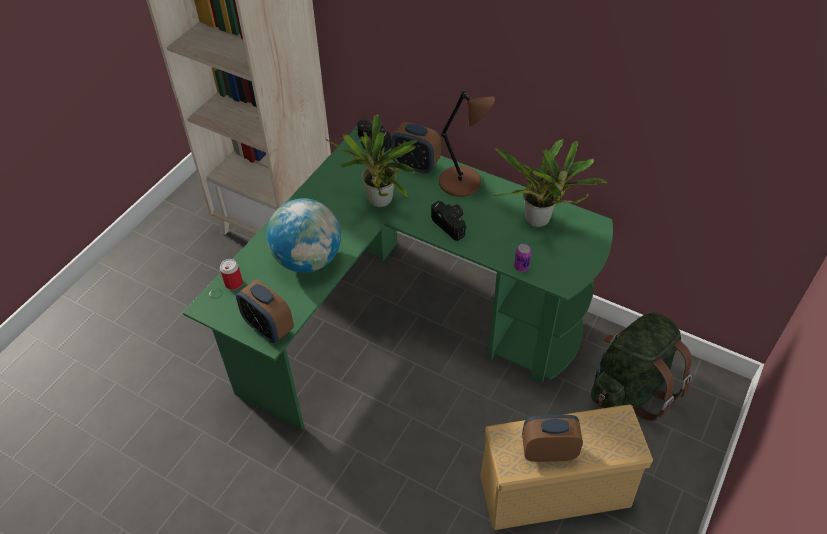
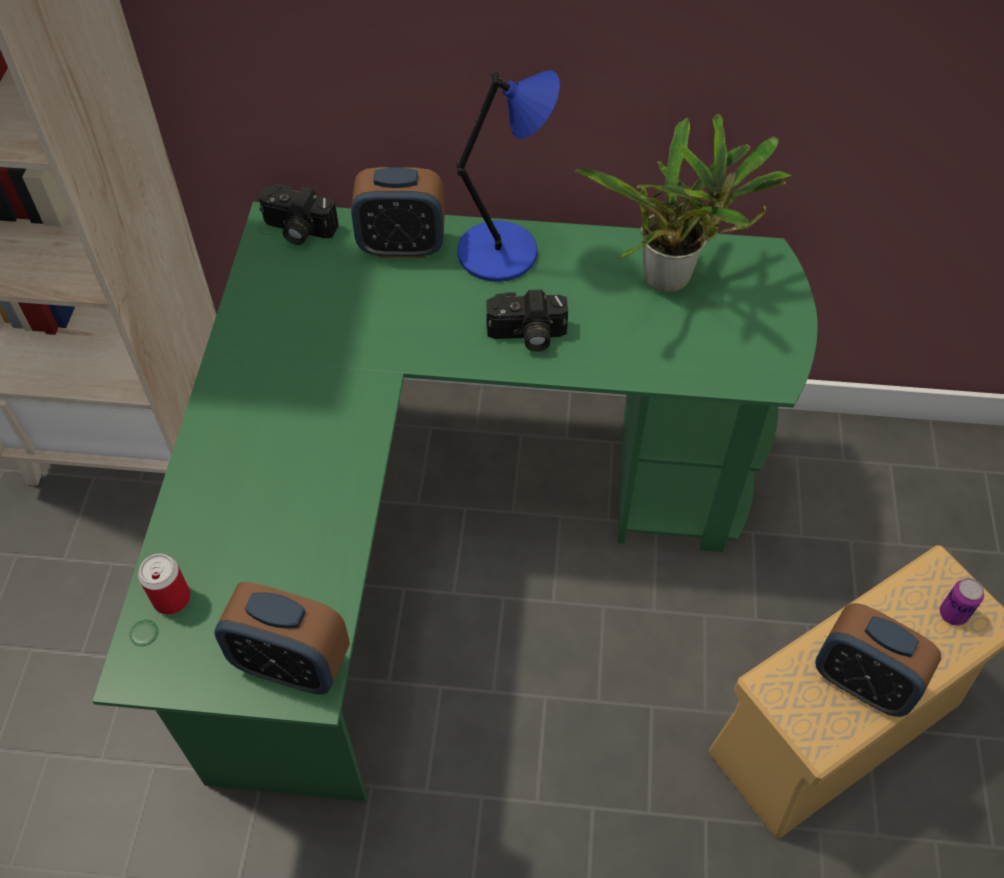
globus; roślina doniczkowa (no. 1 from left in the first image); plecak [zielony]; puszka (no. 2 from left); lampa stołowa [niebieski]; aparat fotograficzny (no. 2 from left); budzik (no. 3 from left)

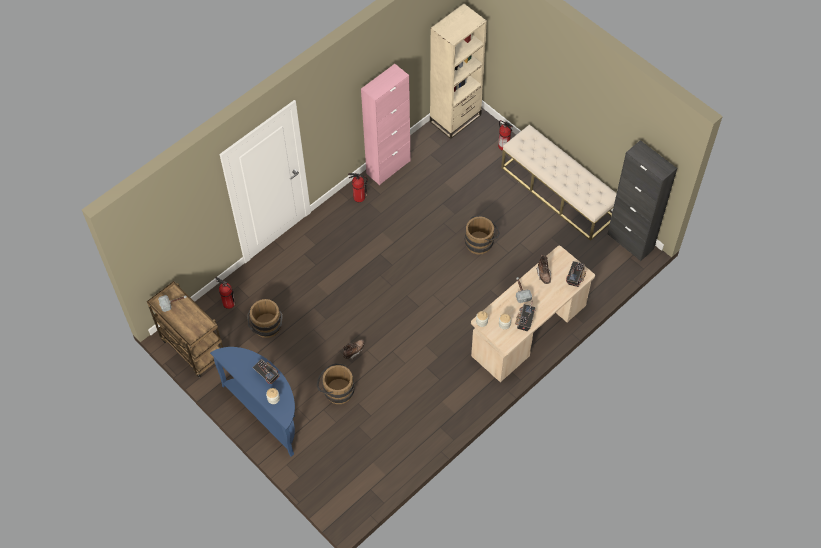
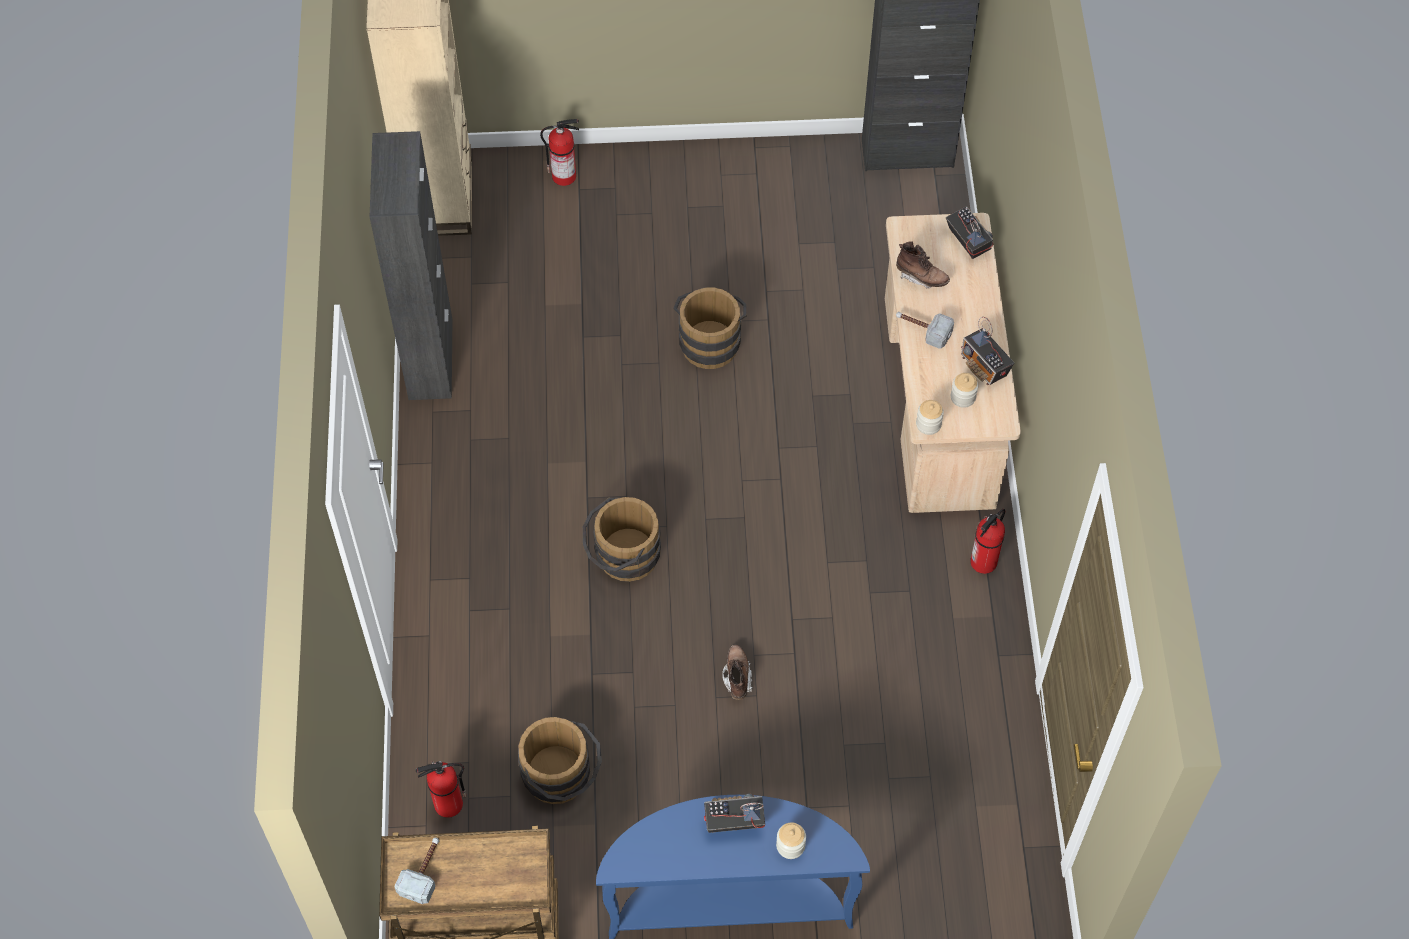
ławka [beżowy]; wiadro [brązowy] (no. 2 from left); gaśnica (no. 3 from left); szafka [czarny] (no. 1 from left)

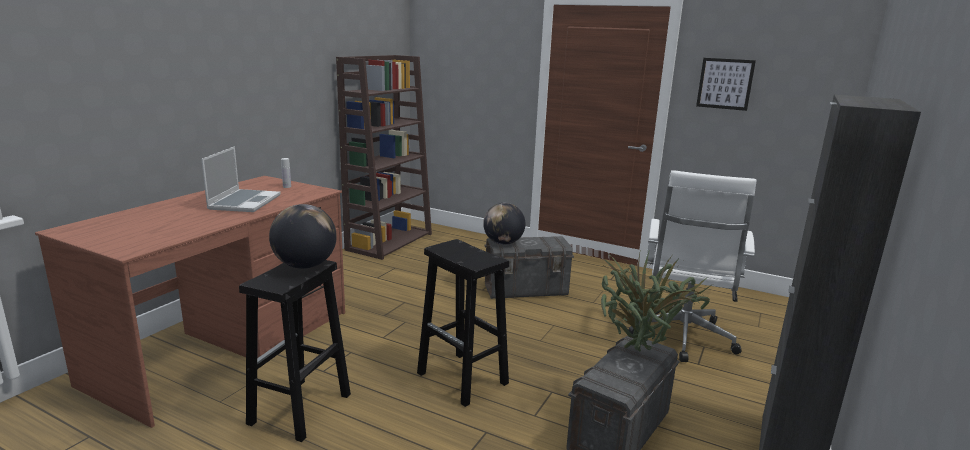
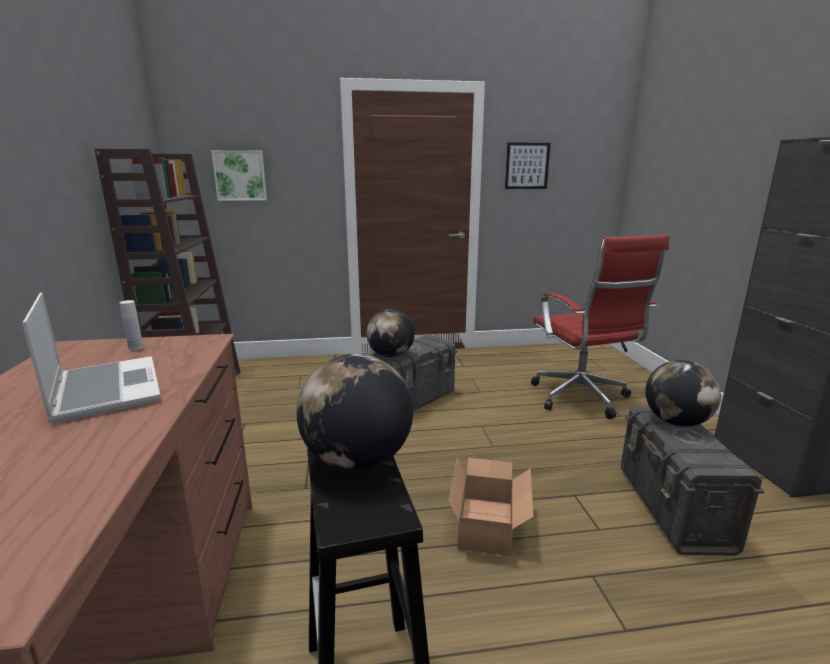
obraz (no. 1 from left); karton; globus (no. 3 from left); krzesło biurowe [czerwony]

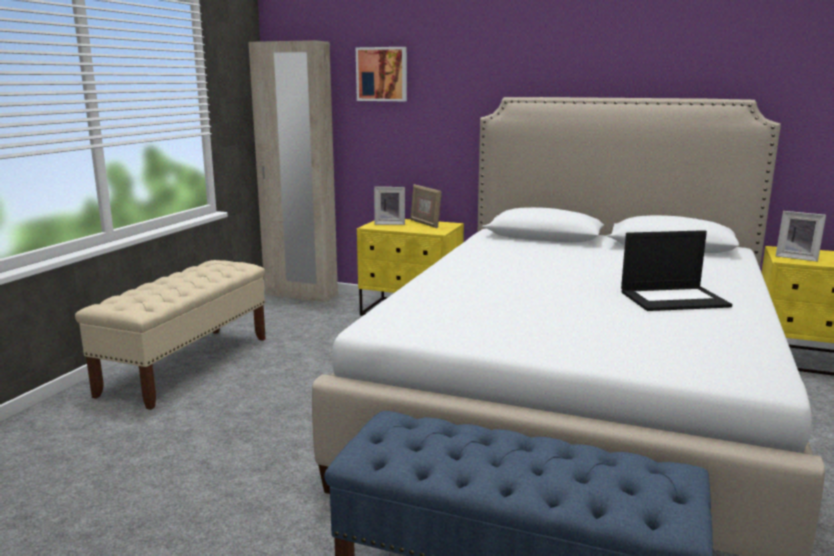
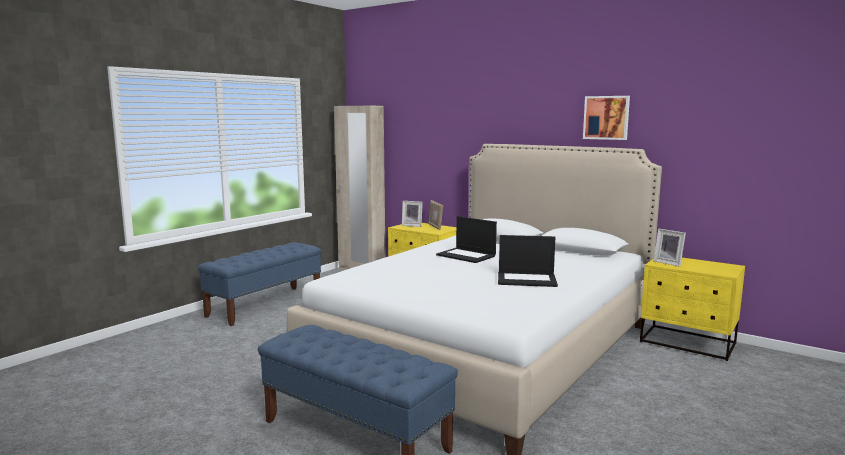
laptop (no. 1 from left); obraz; ławka [niebieski] (no. 1 from left)

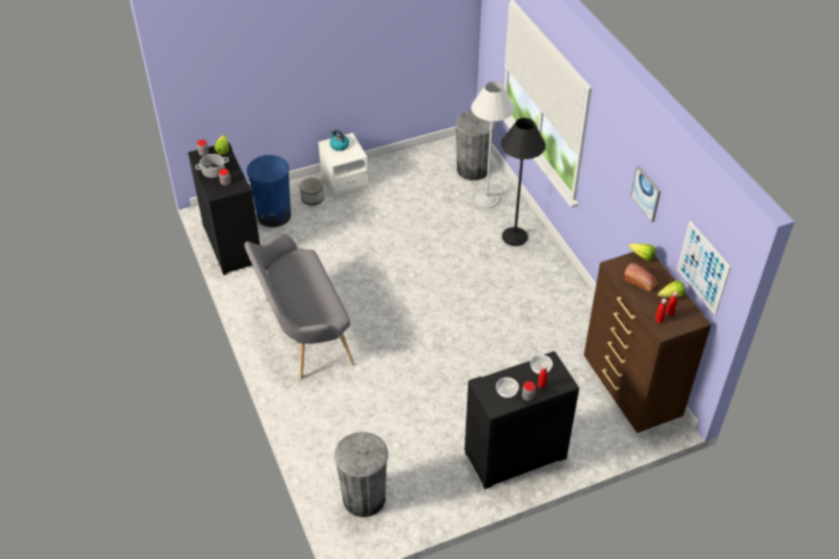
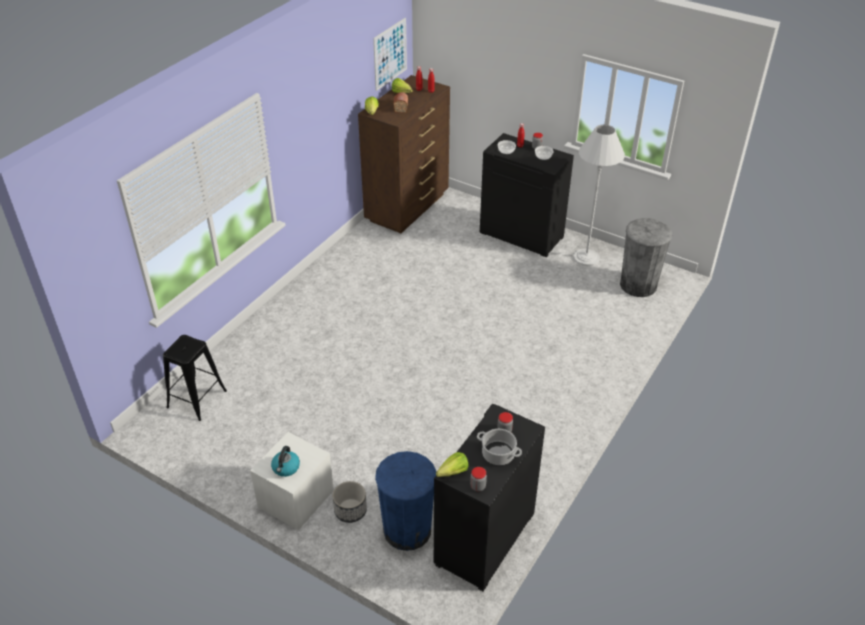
ławka [szary]; lampa stojąca [czarny]; obraz (no. 1 from left in the first image); lampa stojąca [biały]; stołek [czarny]

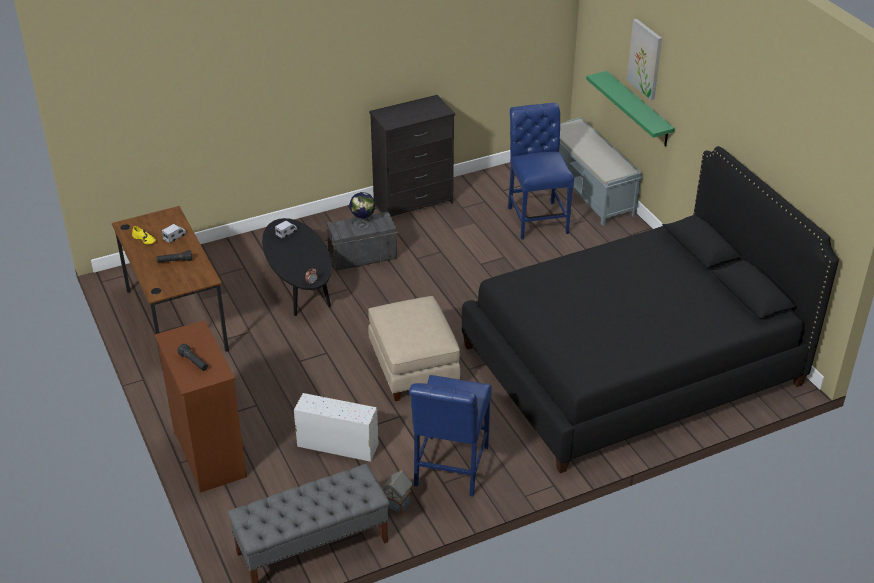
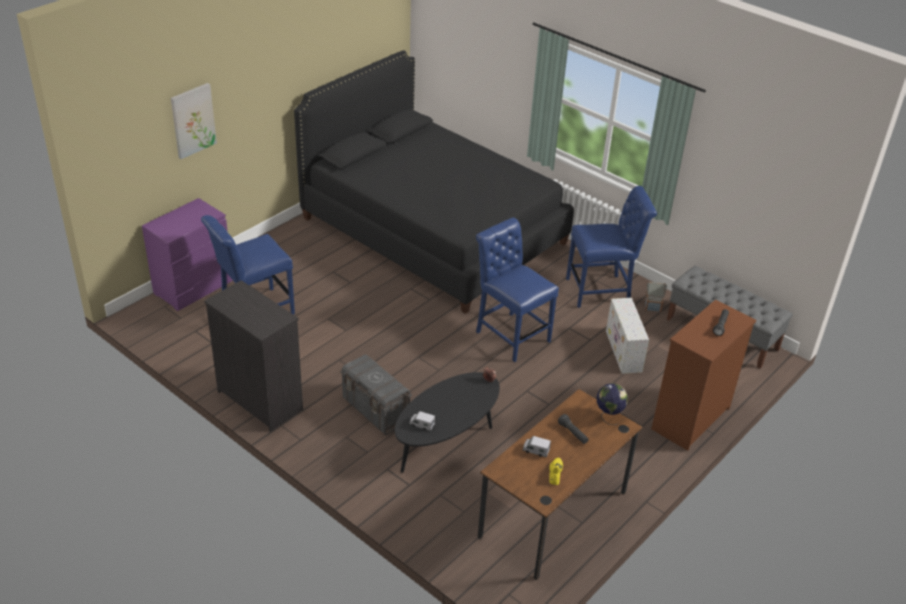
półka [zielony]; globus; krzesło [niebieski] (no. 2 from left); komoda [fioletowy]

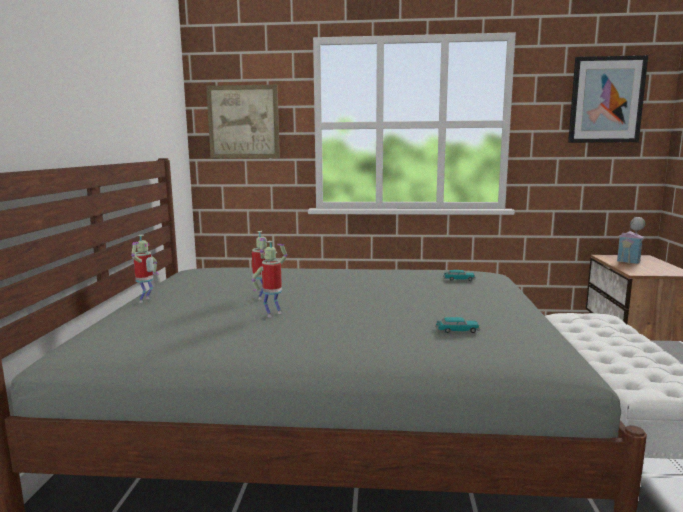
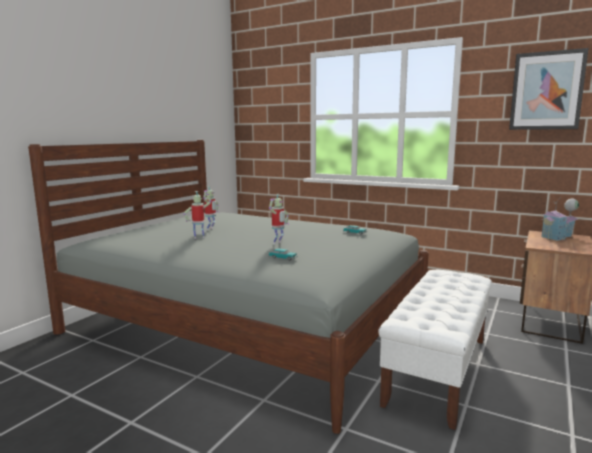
obraz (no. 1 from left in the first image); robot zabawkowy (no. 3 from left)

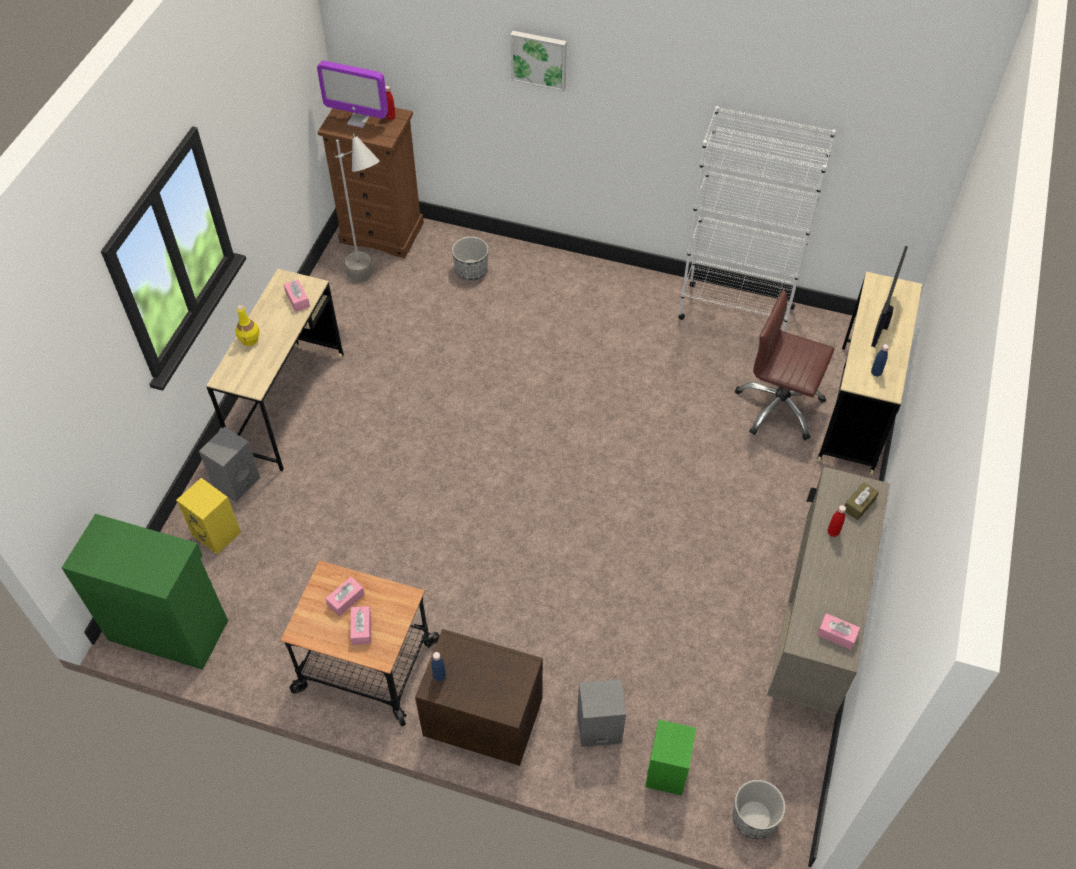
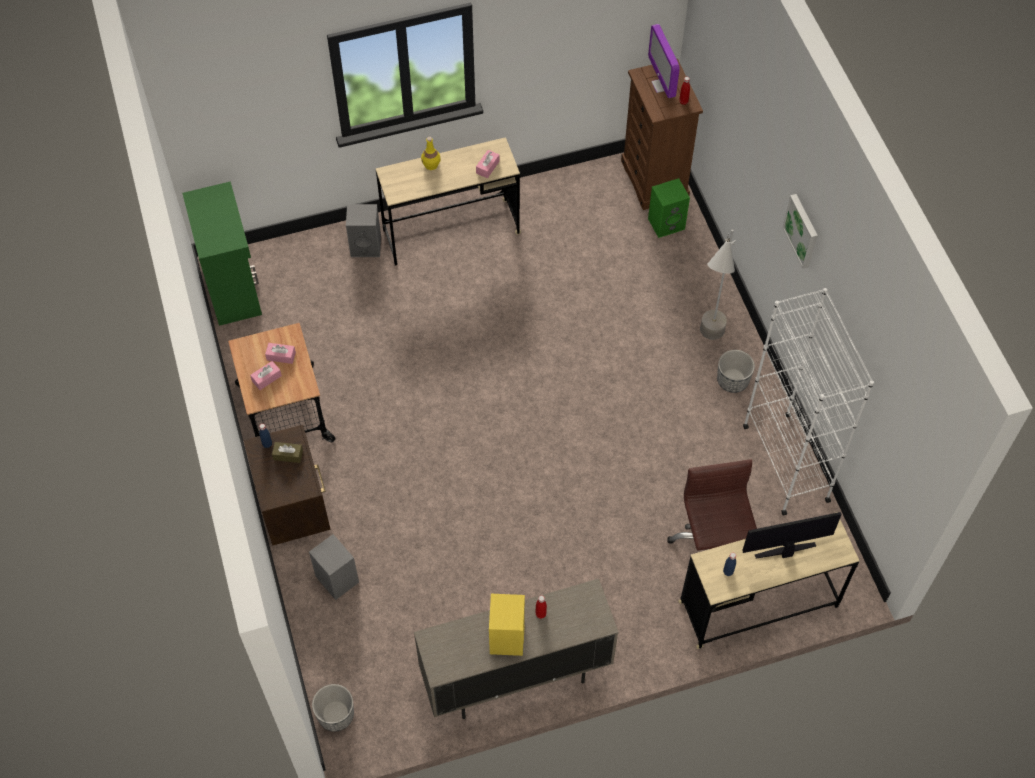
pudełko chusteczek [różowy] (no. 4 from left in the first image); głośnik [żółty]; lampa stojąca [szary]; donica (no. 2 from left); obraz; głośnik [zielony]; pudełko chusteczek [brązowy]

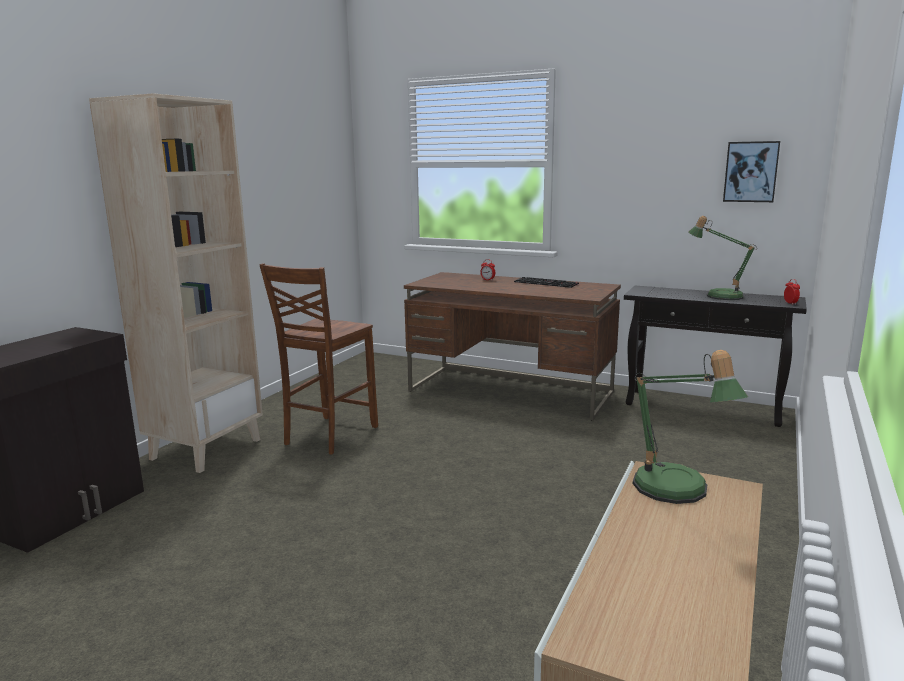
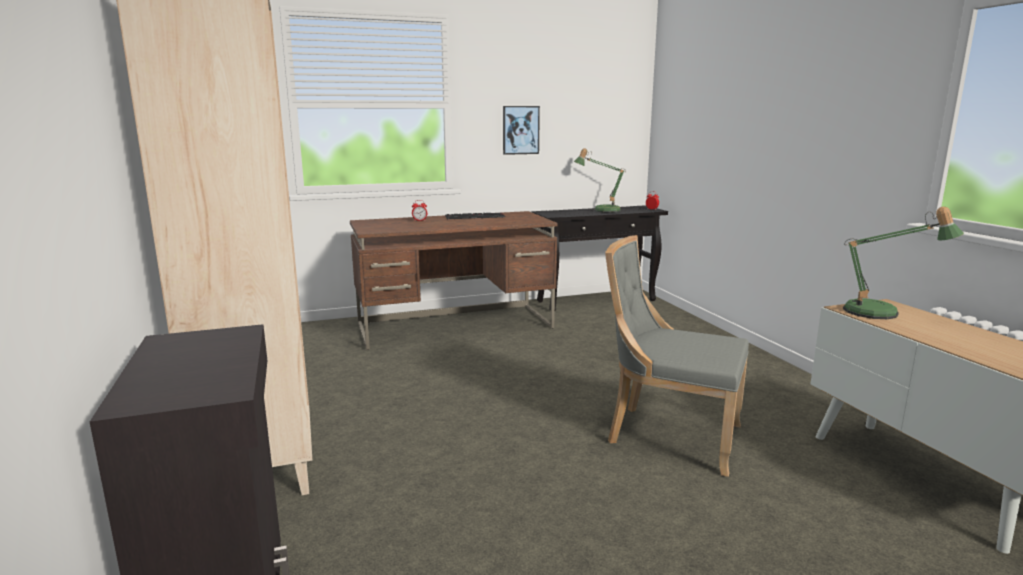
krzesło [brązowy]; krzesło [szary]; obraz

